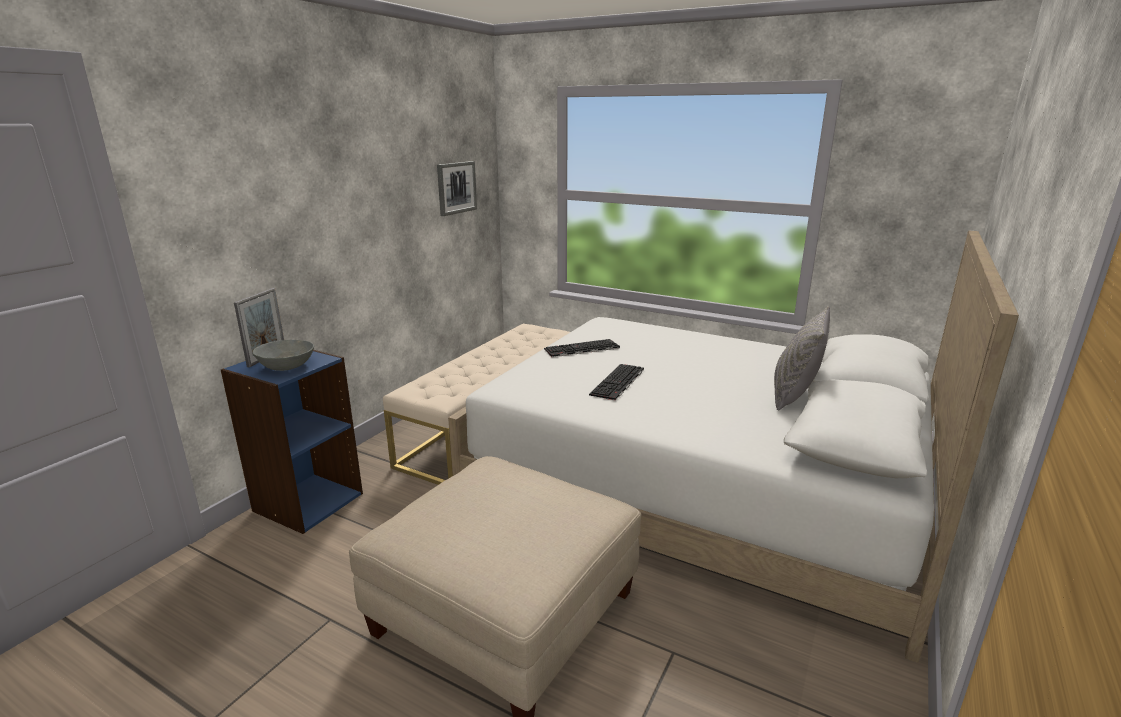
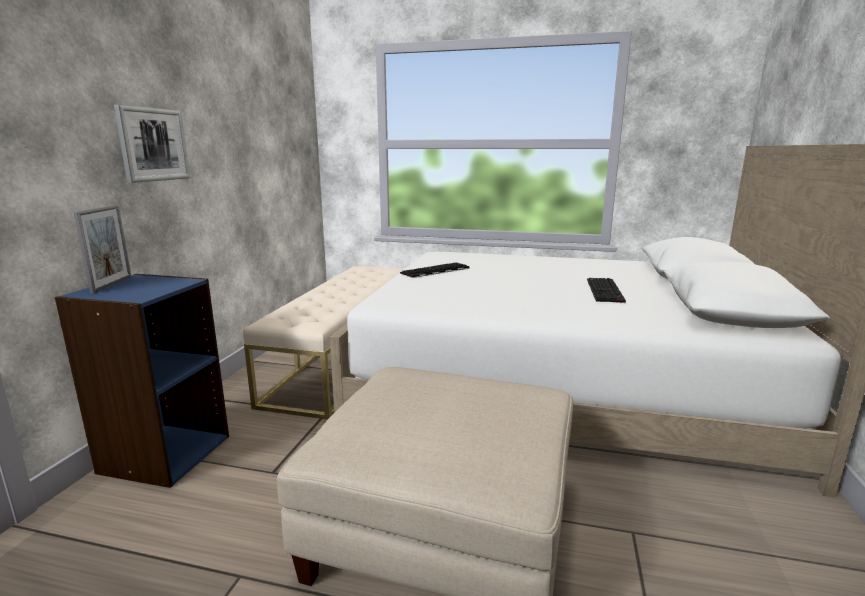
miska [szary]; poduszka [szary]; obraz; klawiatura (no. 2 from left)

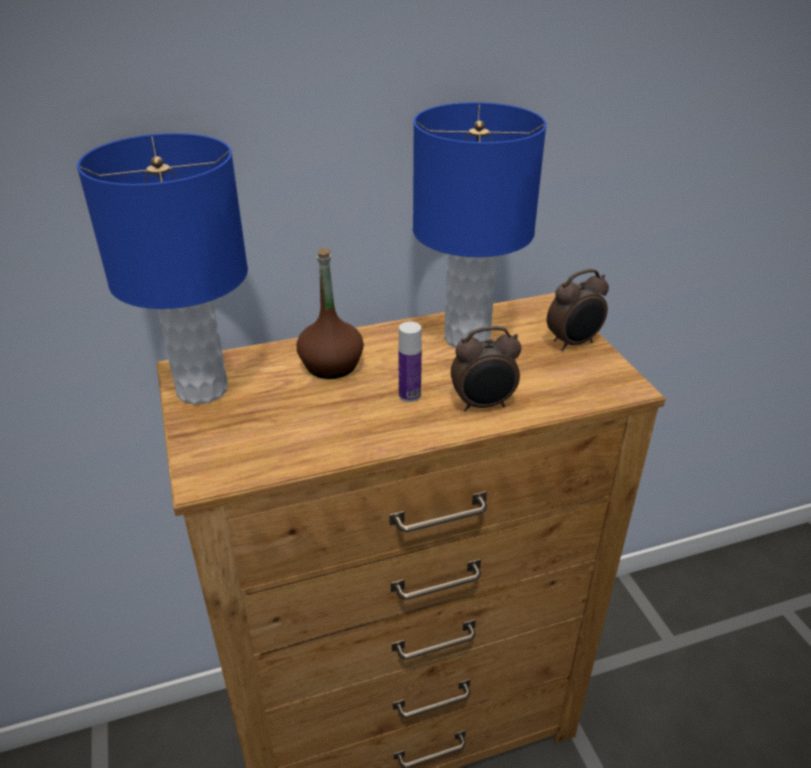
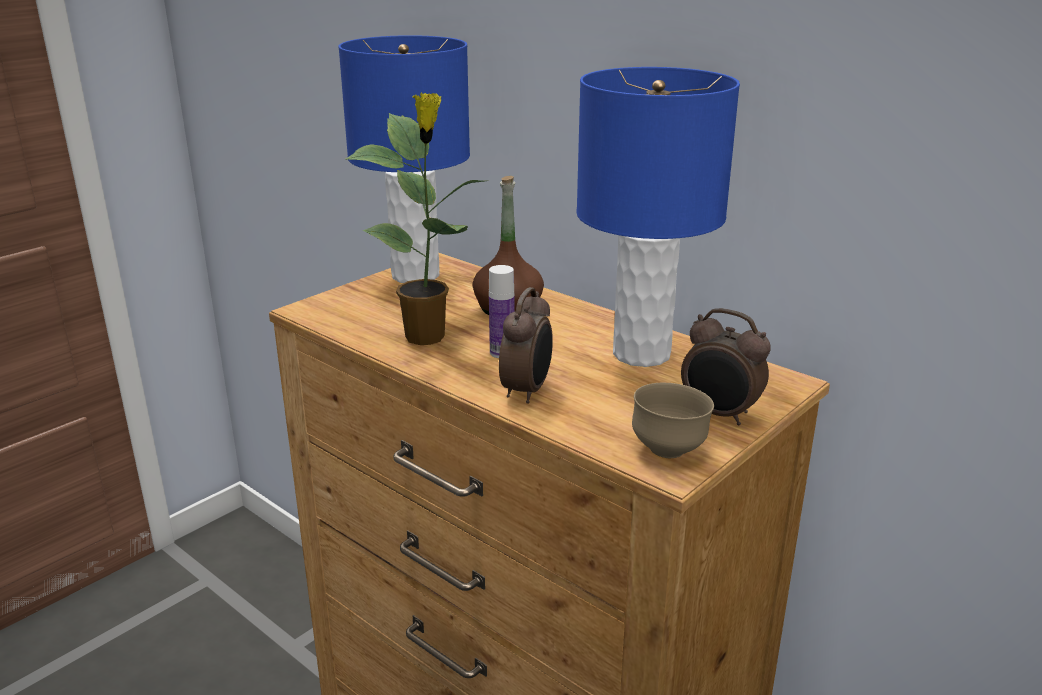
roślina doniczkowa; miska [brązowy]; budzik (no. 1 from left)

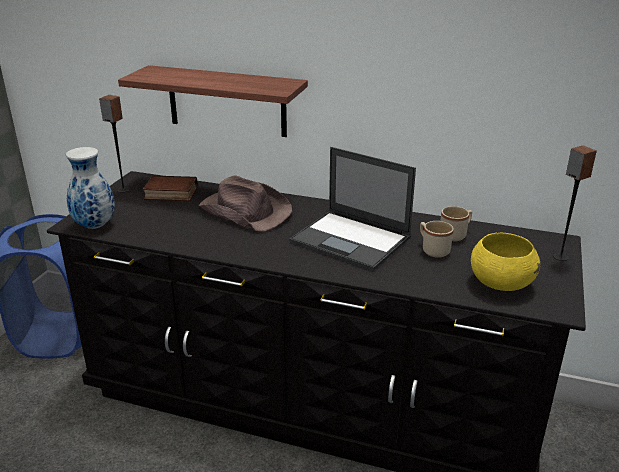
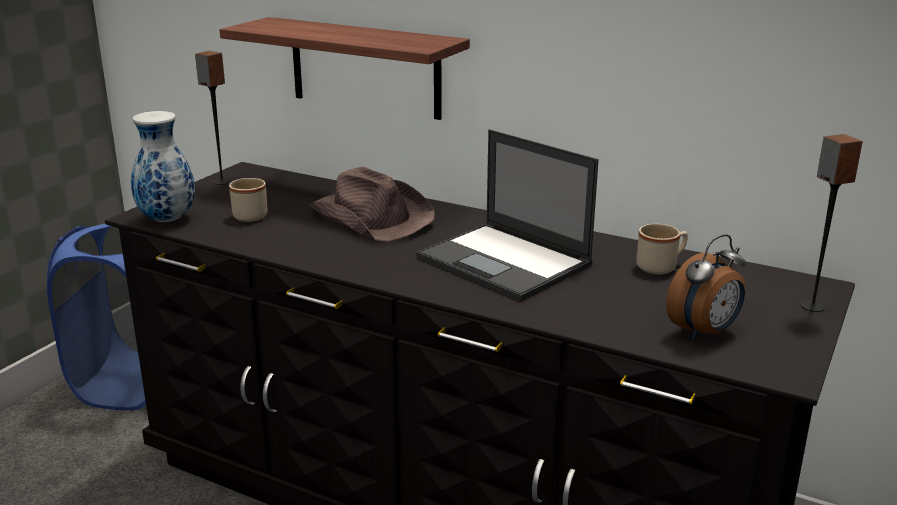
książka; kubek [beżowy] (no. 1 from left); budzik

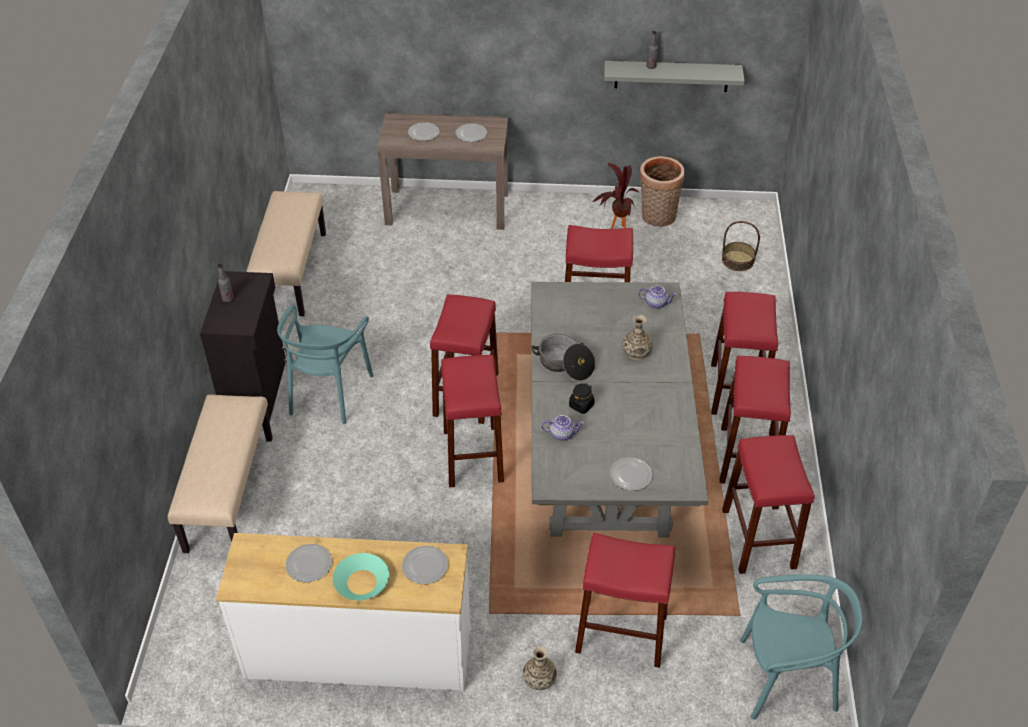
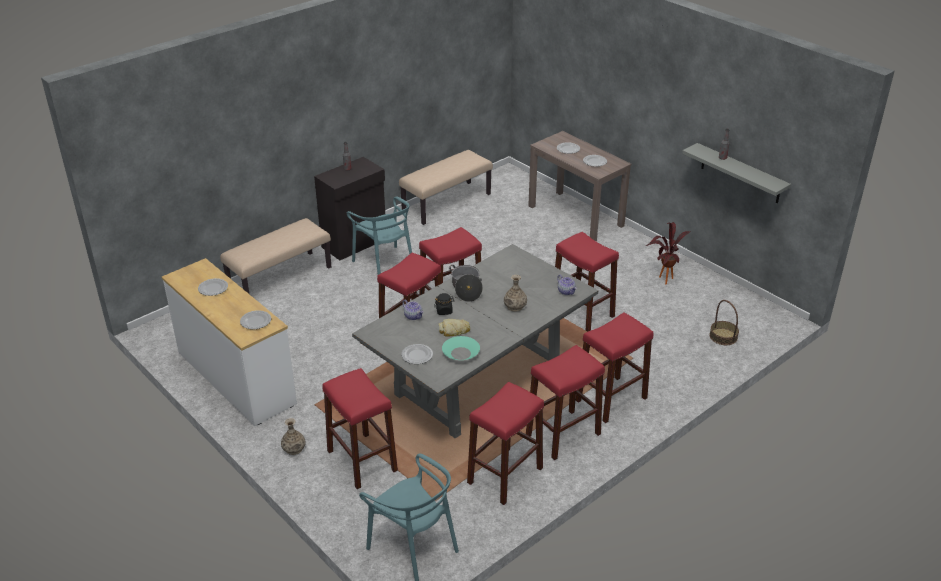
koszyk (no. 1 from left in the first image); chleb; miska [turkusowy]; krzesło [turkusowy] (no. 1 from left)

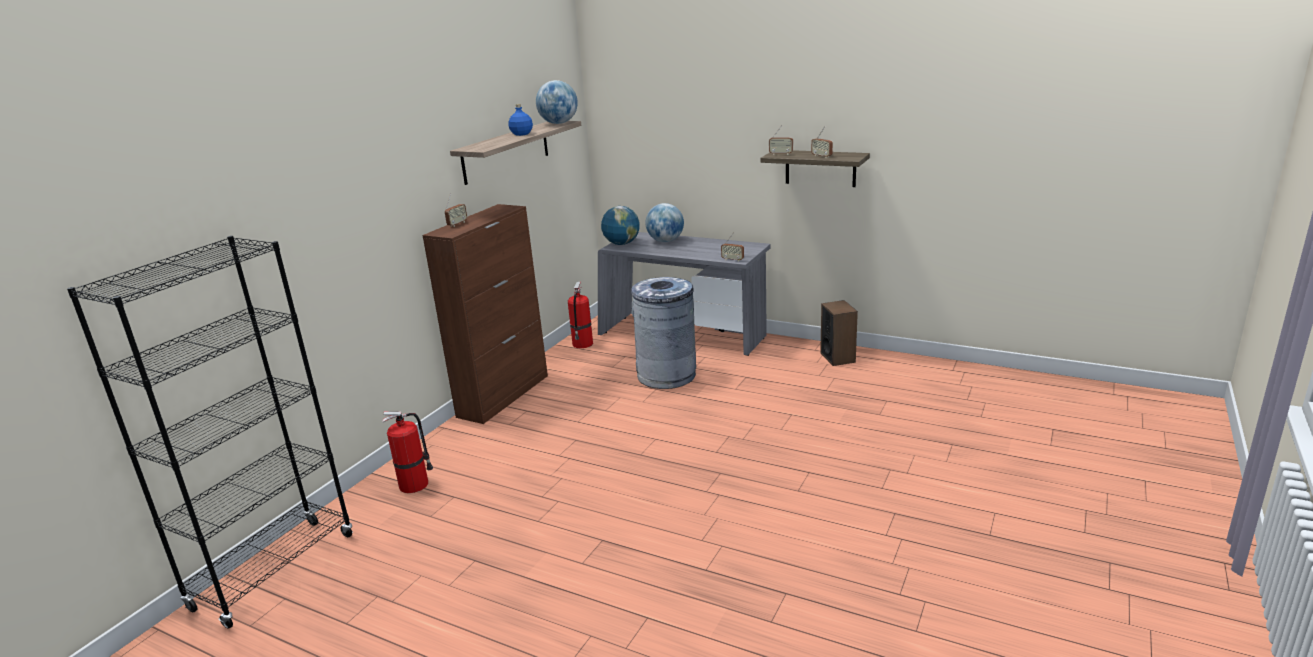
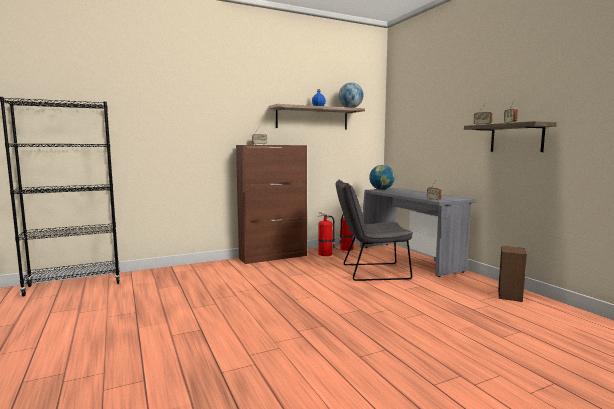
globus (no. 3 from left in the first image); gaśnica (no. 1 from left); krzesło [szary]

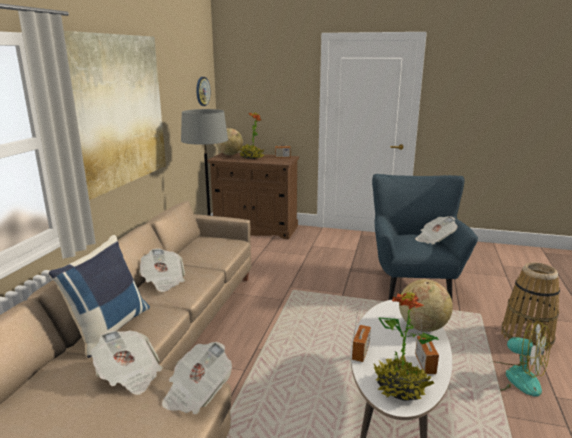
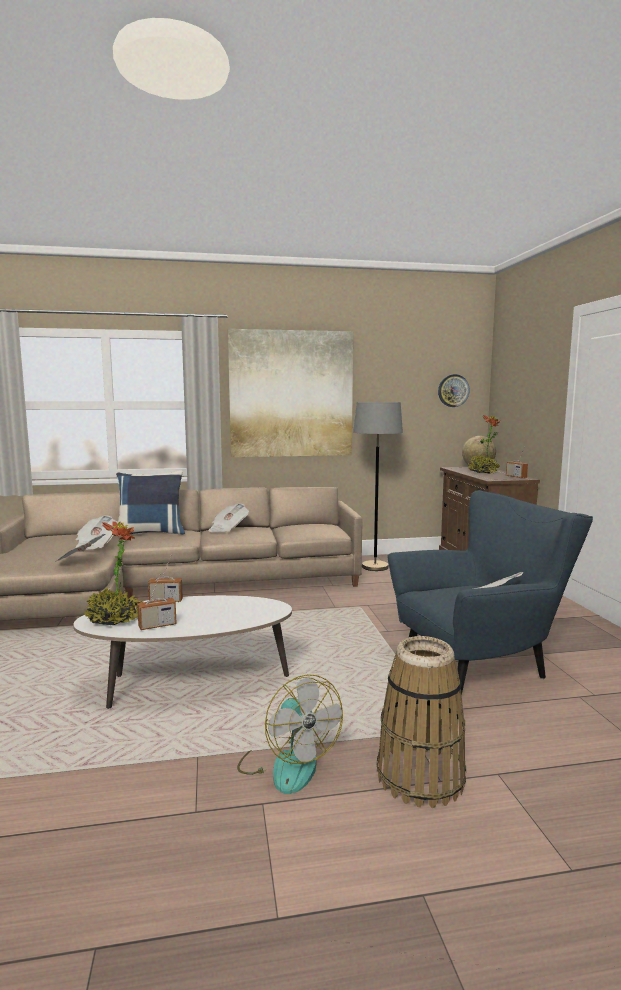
globus (no. 2 from left in the first image); wentylator

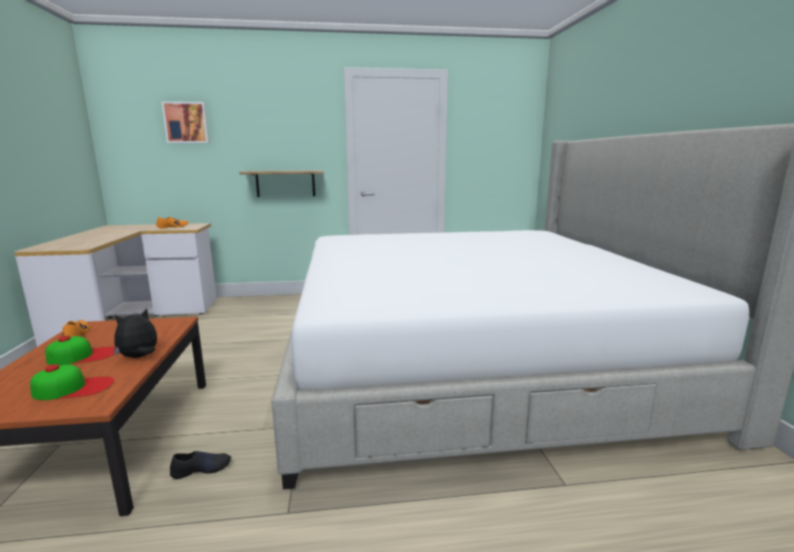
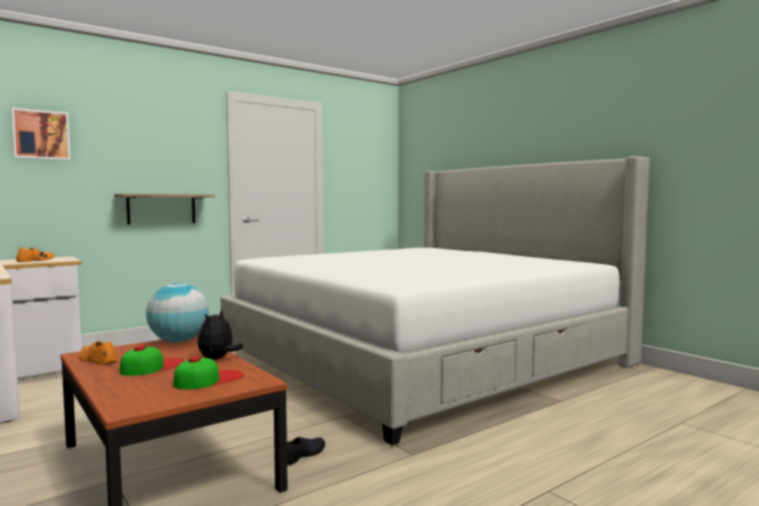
globus

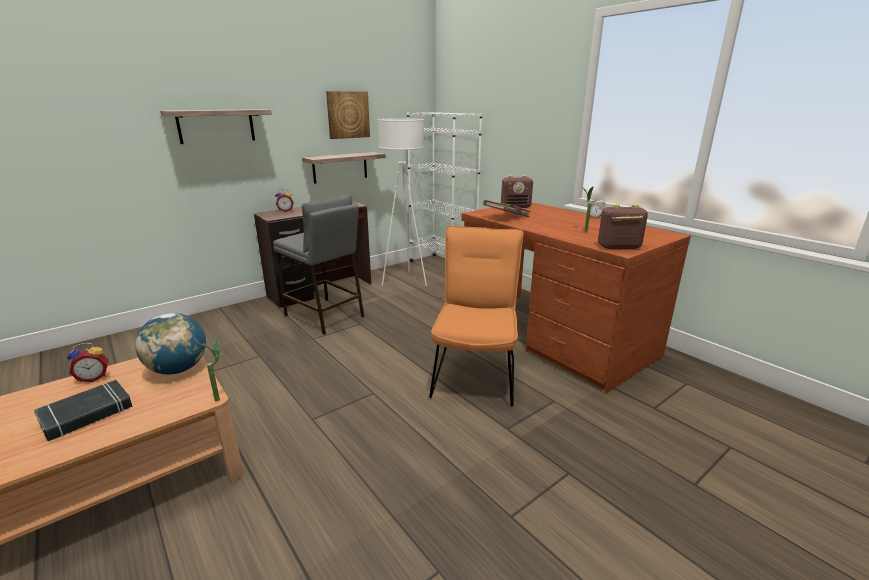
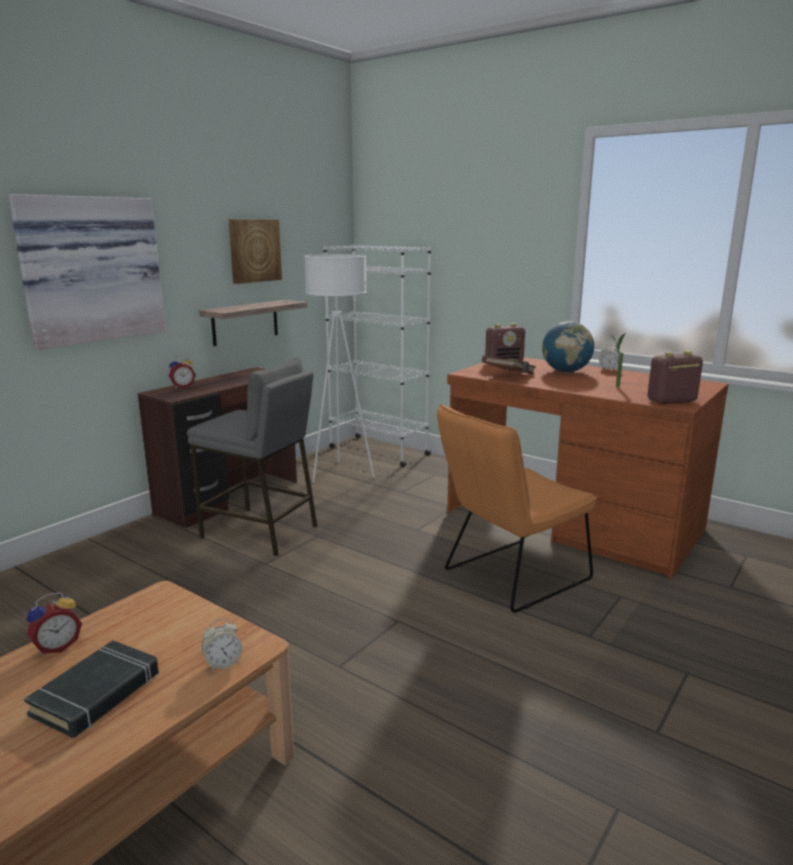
roślina doniczkowa (no. 1 from left in the first image); budzik (no. 3 from left); globus; obraz (no. 1 from left); krzesło [pomarańczowy]

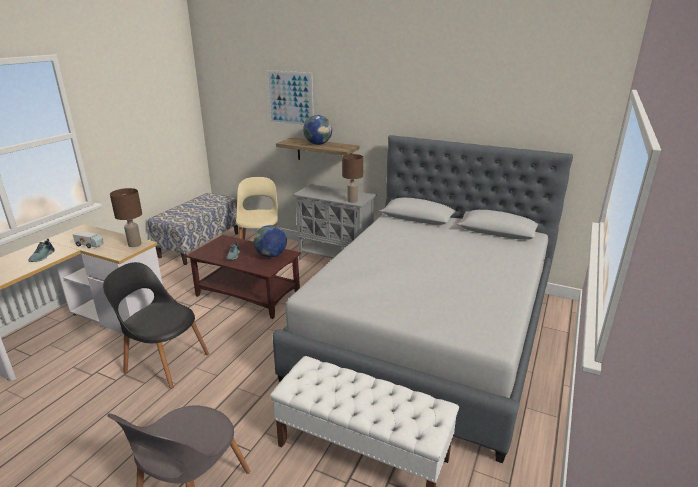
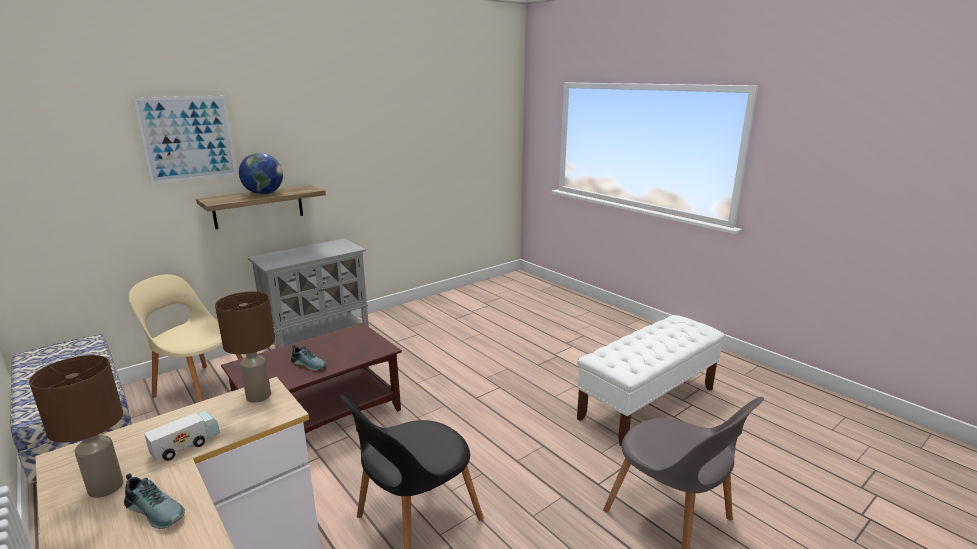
globus (no. 1 from left in the first image); łóżko [szary]; lampa stołowa [brązowy] (no. 1 from left)

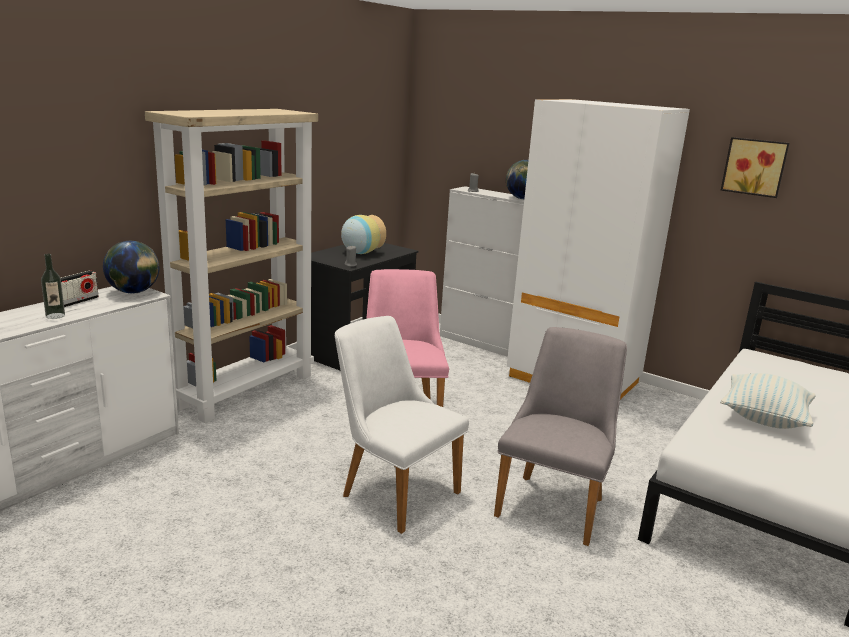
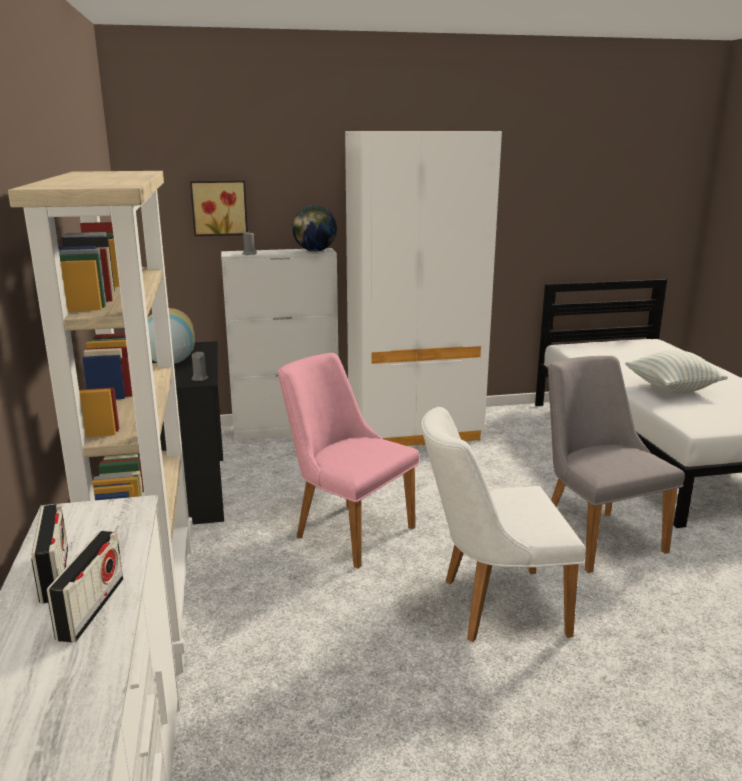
globus (no. 1 from left in the first image); obraz; radio (no. 2 from left)

